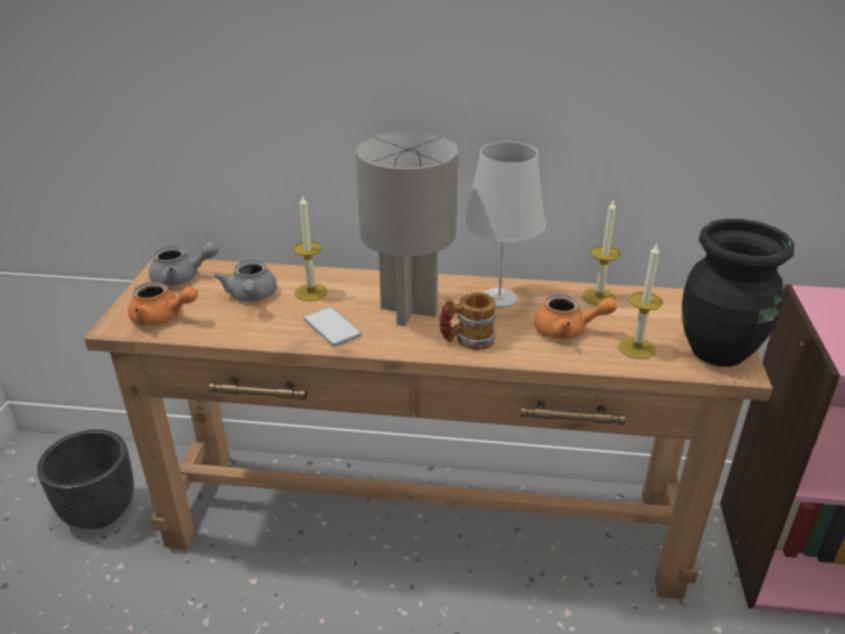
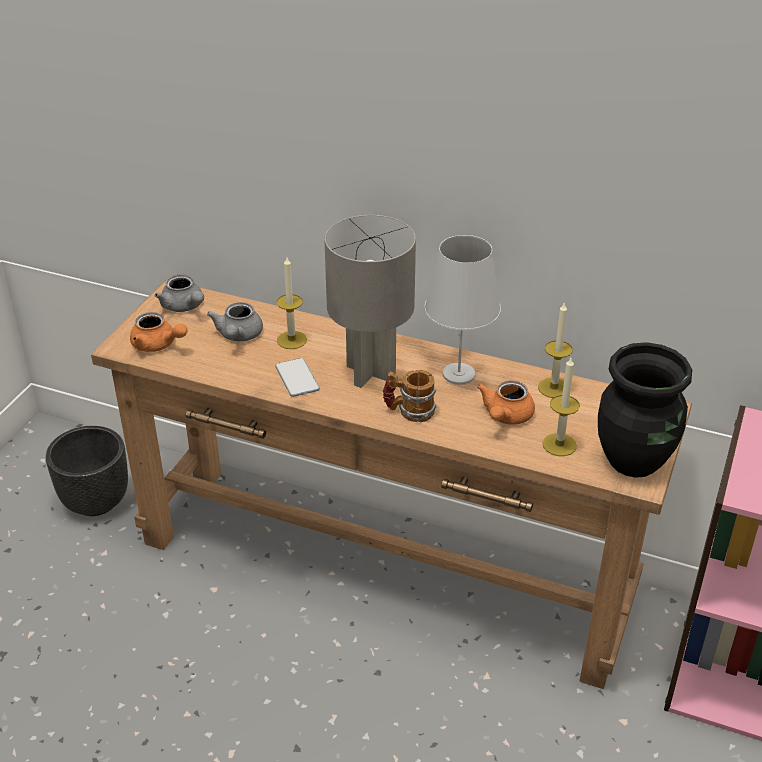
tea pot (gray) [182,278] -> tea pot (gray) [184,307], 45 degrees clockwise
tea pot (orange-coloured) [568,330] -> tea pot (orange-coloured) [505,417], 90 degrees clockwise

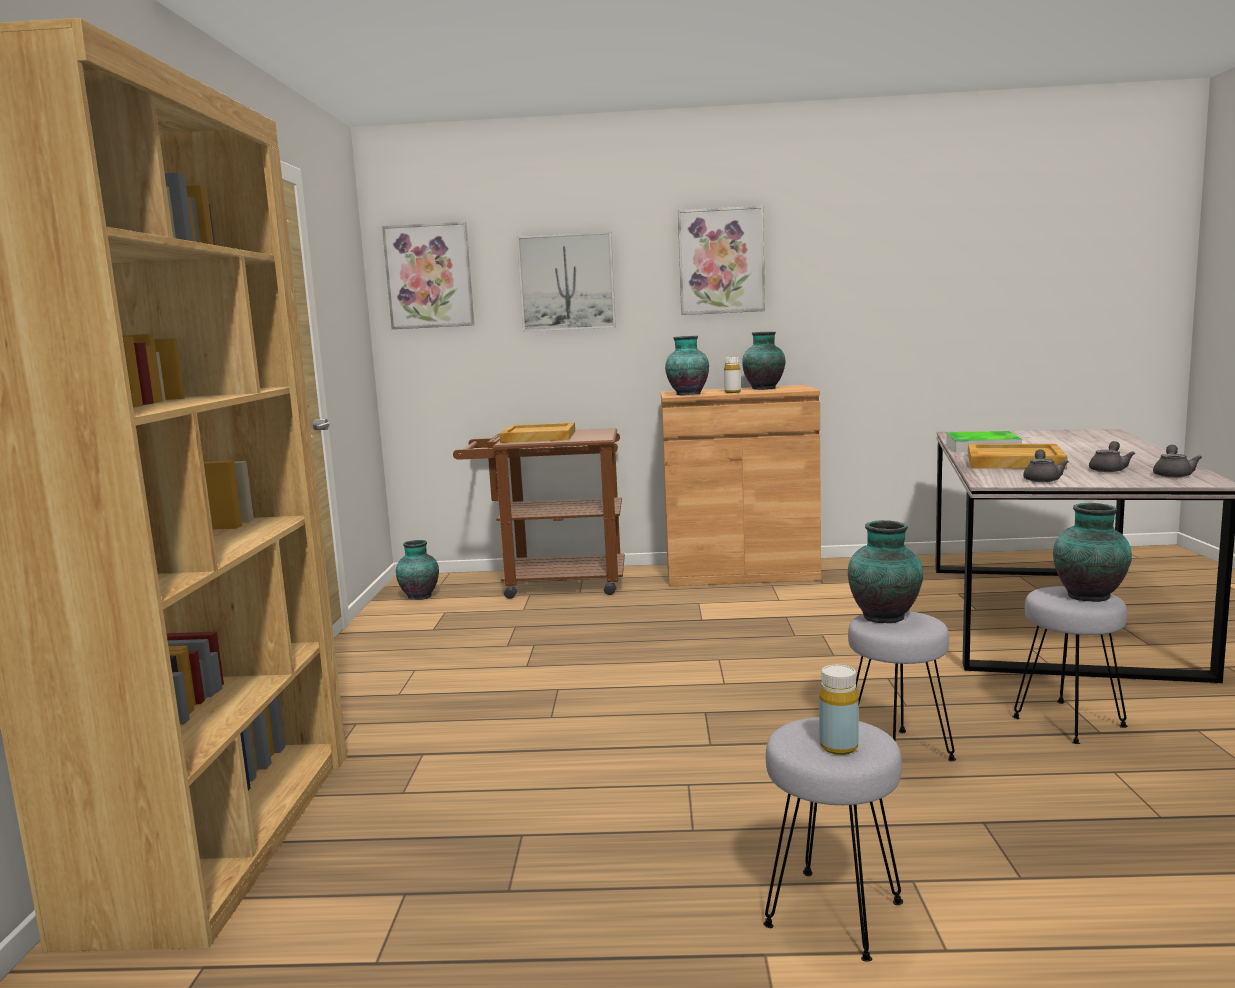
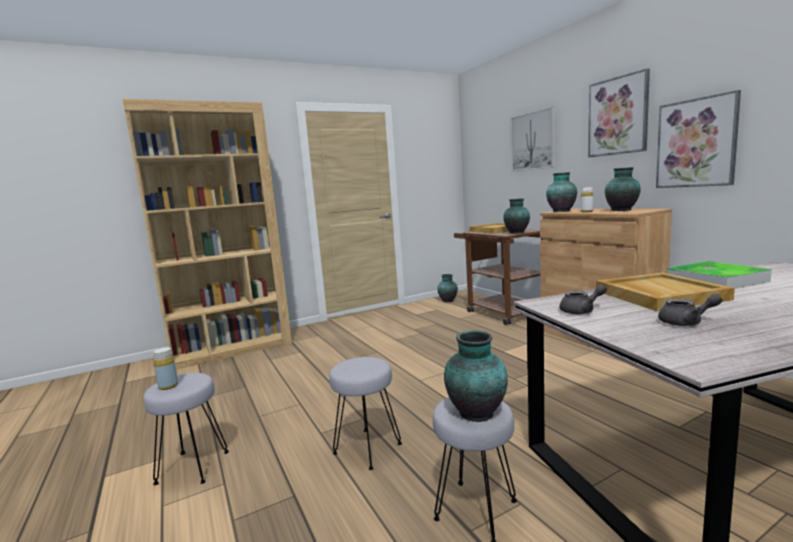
wall picture [429,276] -> wall picture [696,143], shifted
tea pot (gray) [1173,474] -> none
vase [886,617] -> vase [517,232], shifted

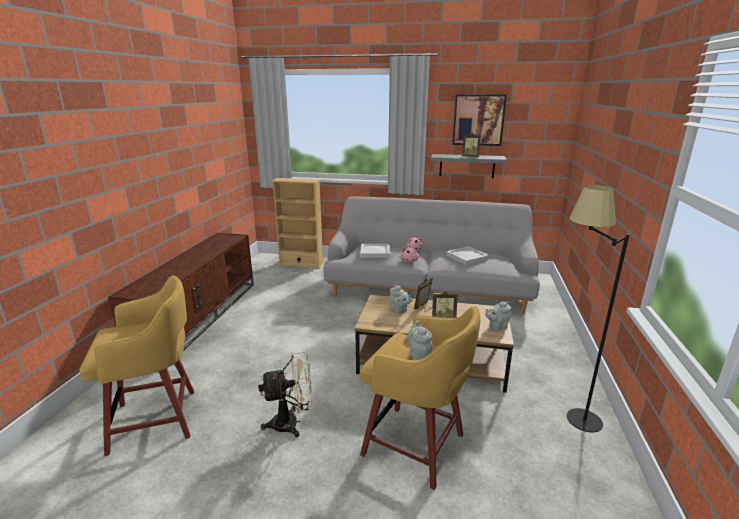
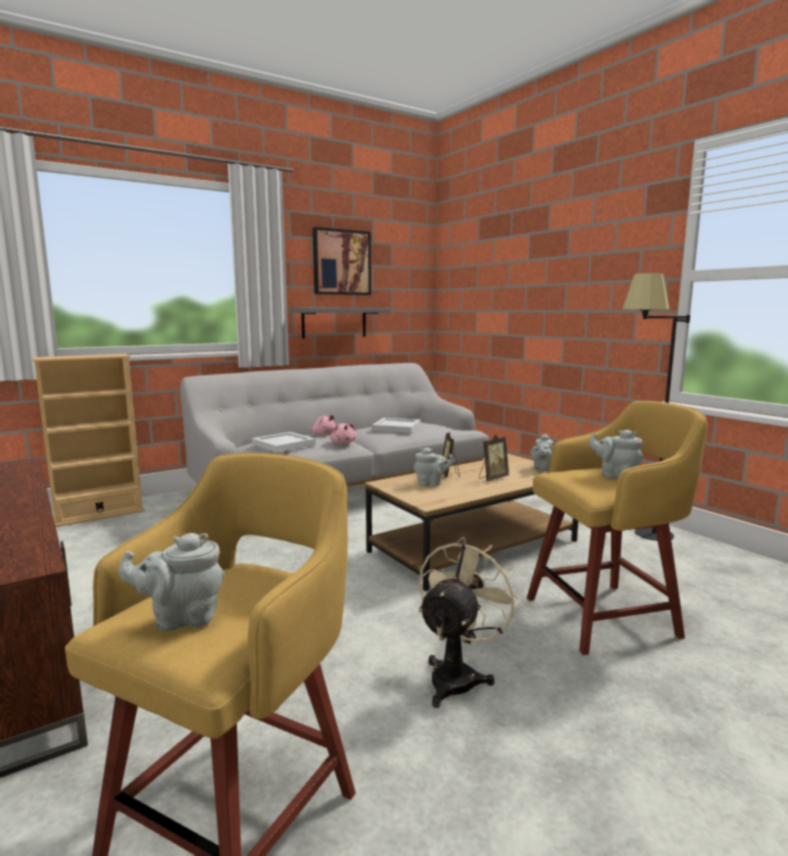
photo frame [470,157] -> none
none -> tea pot (gray) [181,618]

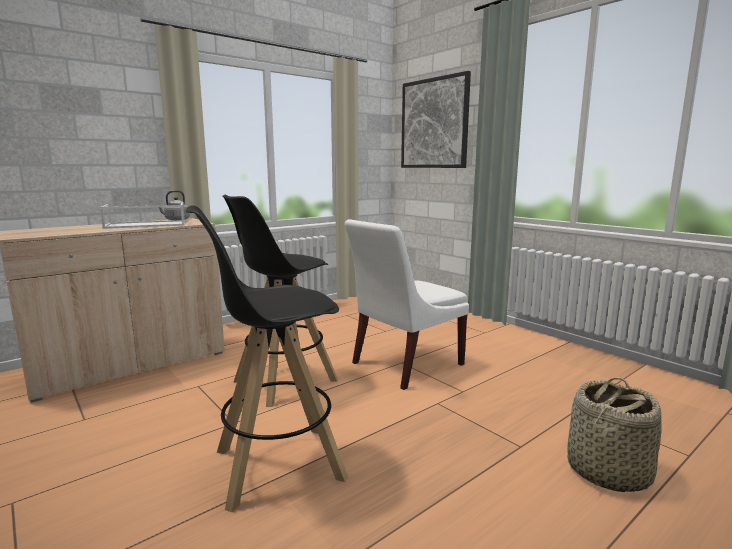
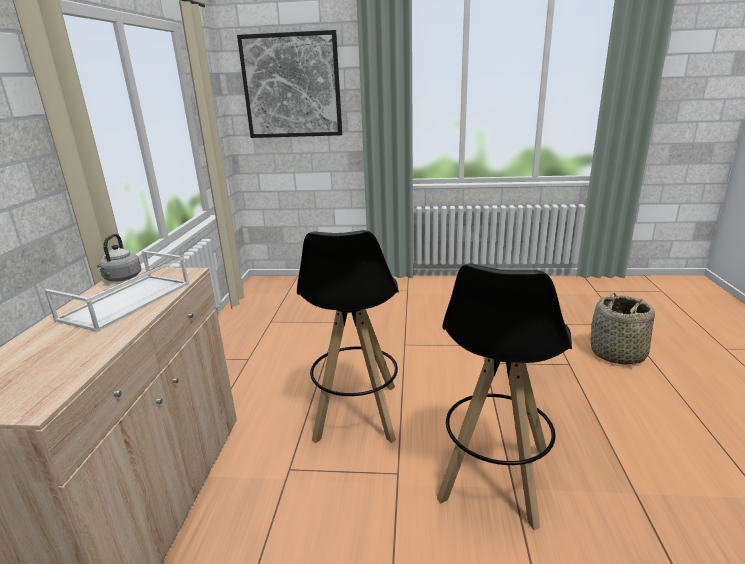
chair (white-coloured) [403,364] -> none

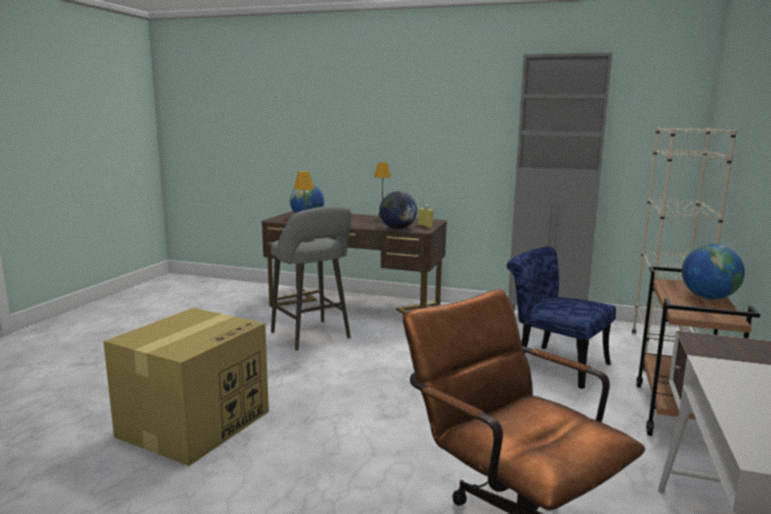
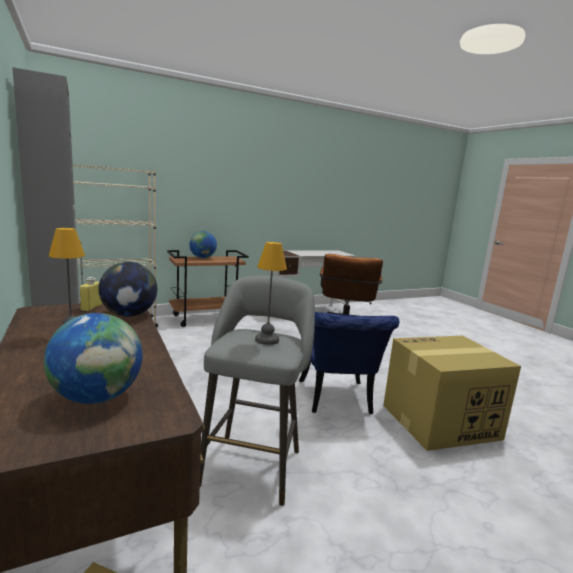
chair (blue) [553,364] -> chair (blue) [336,401], shifted

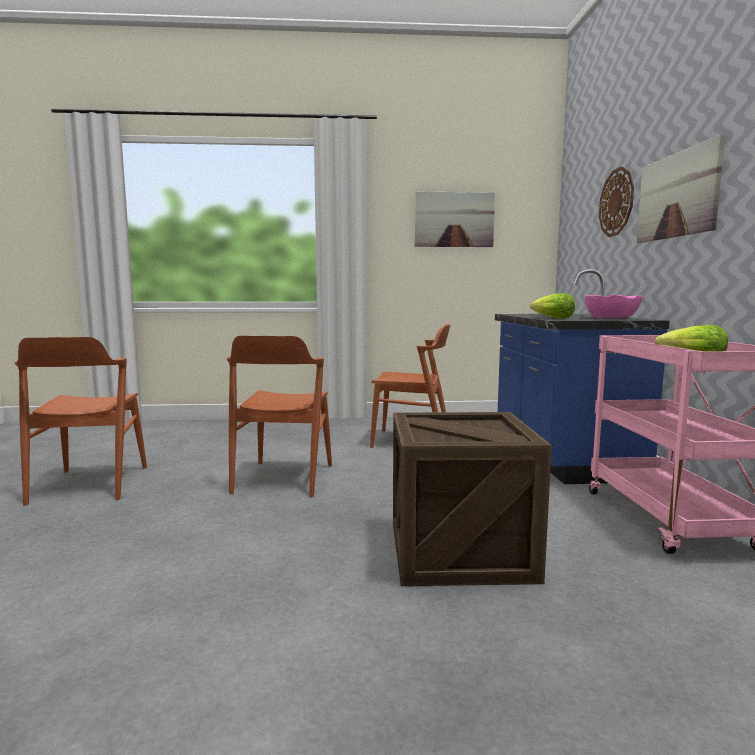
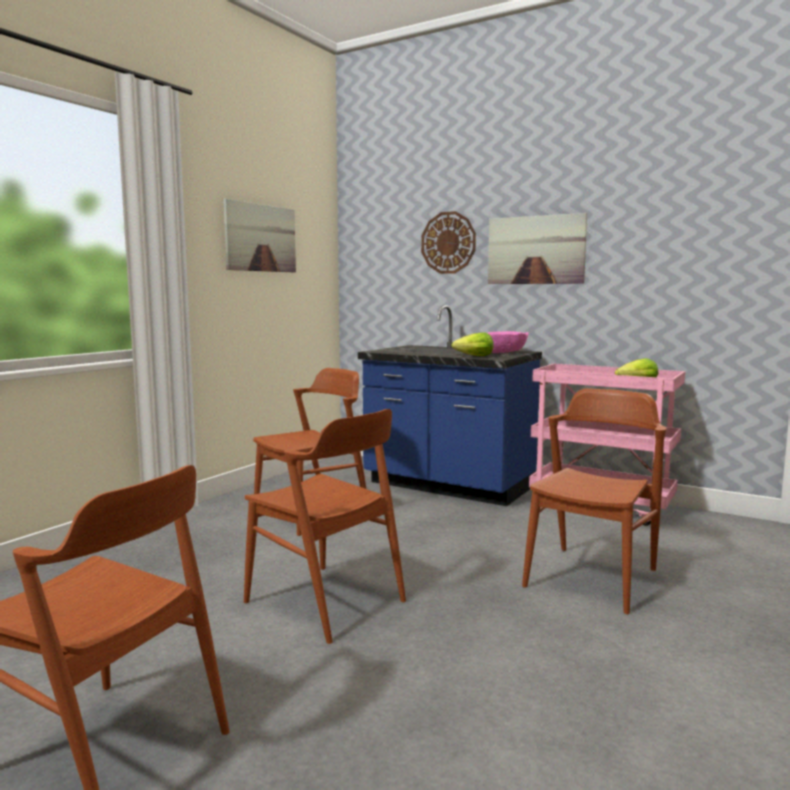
crate [459,550] -> chair (brown-coloured) [591,577]

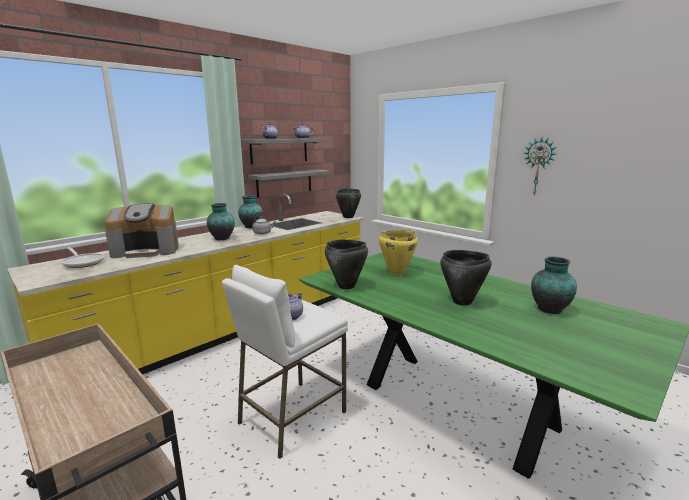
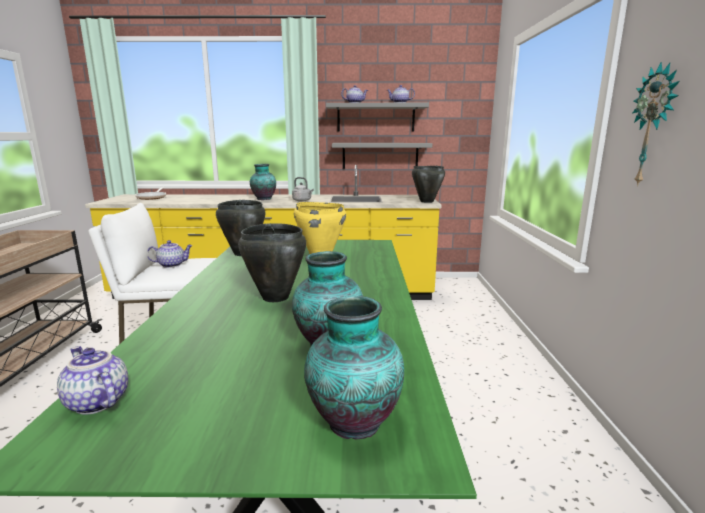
vase [251,227] -> vase [352,423], shifted
coffee brewer [147,250] -> none
none -> tea pot [95,402]

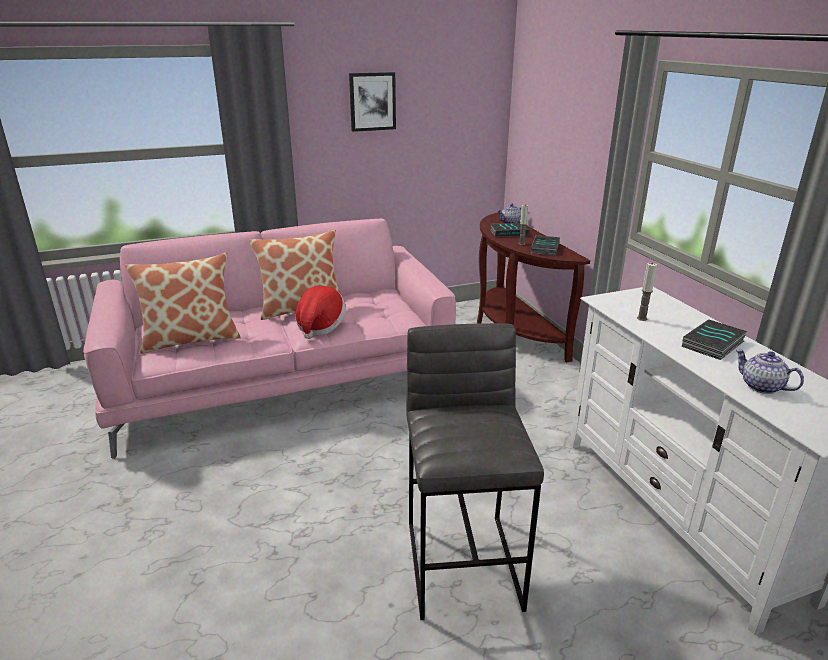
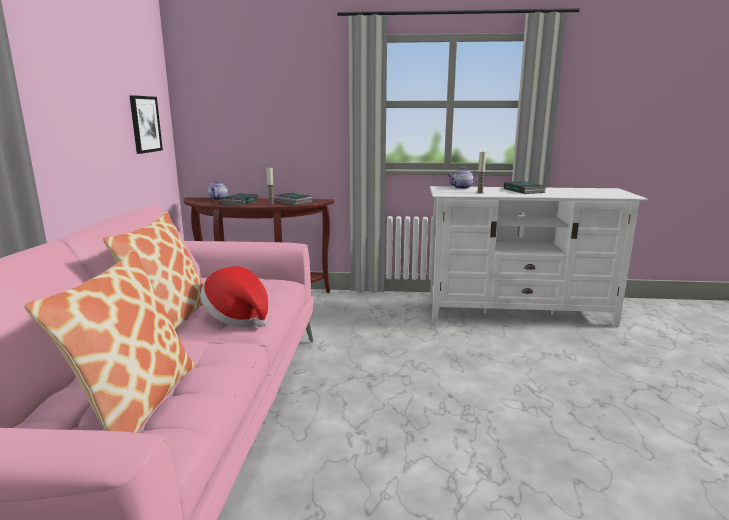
wall picture [372,101] -> wall picture [145,124], shifted
stool seat (gray) [464,563] -> none
tea pot [761,386] -> tea pot [462,187], shifted

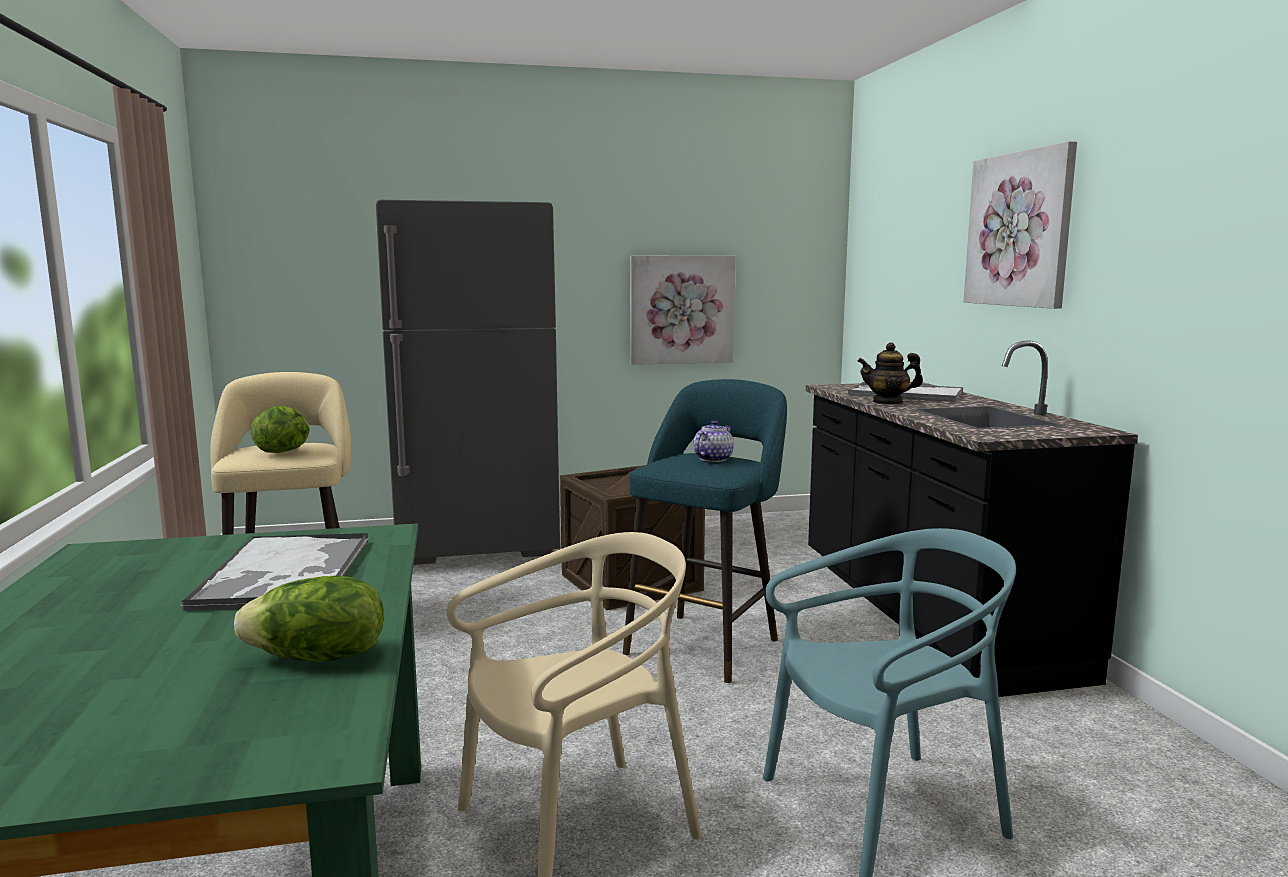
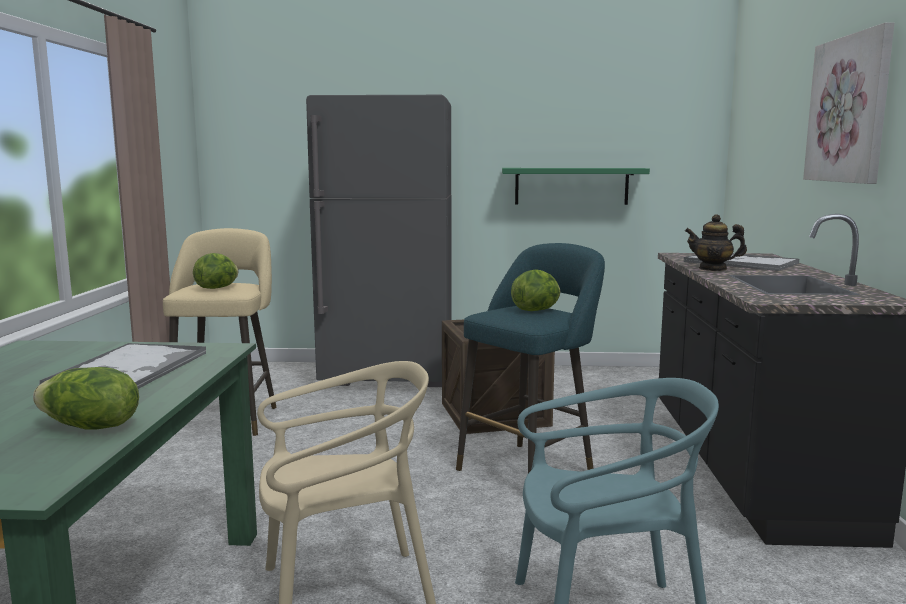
wall picture [681,309] -> wall shelf (green-coloured) [571,186]
tea pot [712,459] -> lettuce [536,310]

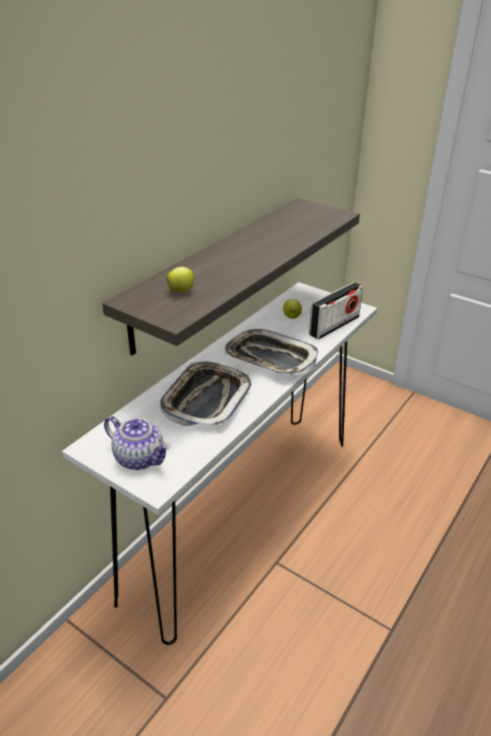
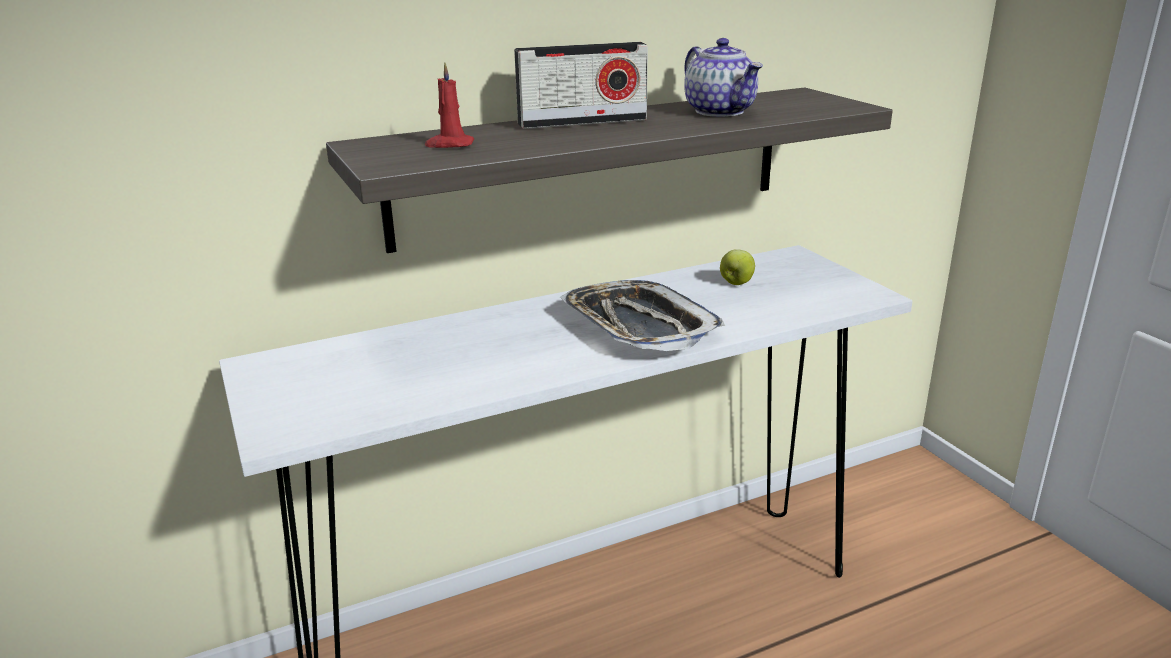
apple fruit [182,291] -> wax candle (red-coloured) [449,145]
radio receiver [334,326] -> radio receiver [582,122], shifted
carrying tray [206,399] -> none
tea pot [140,458] -> tea pot [721,111], shifted

